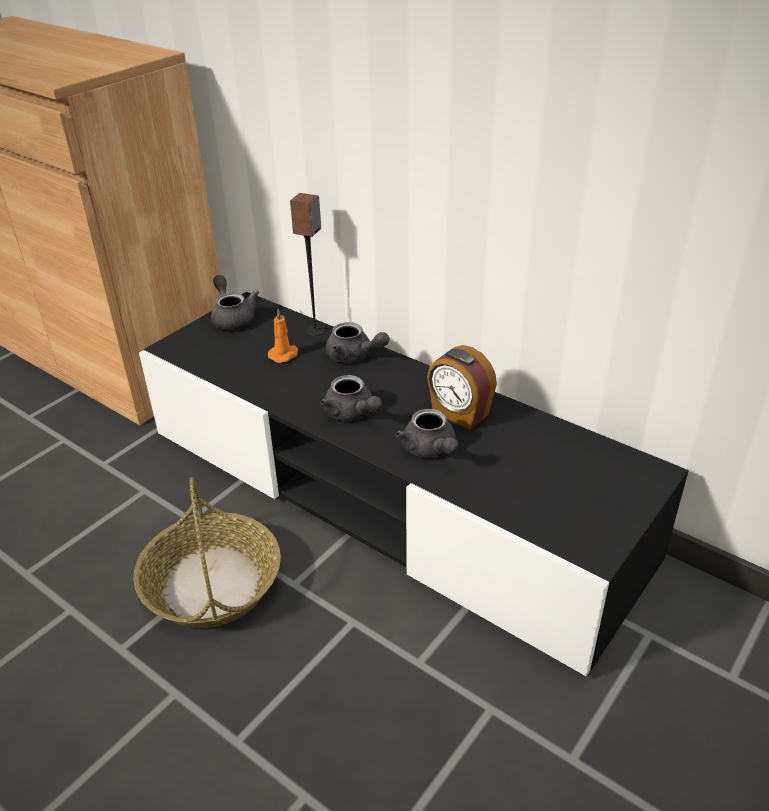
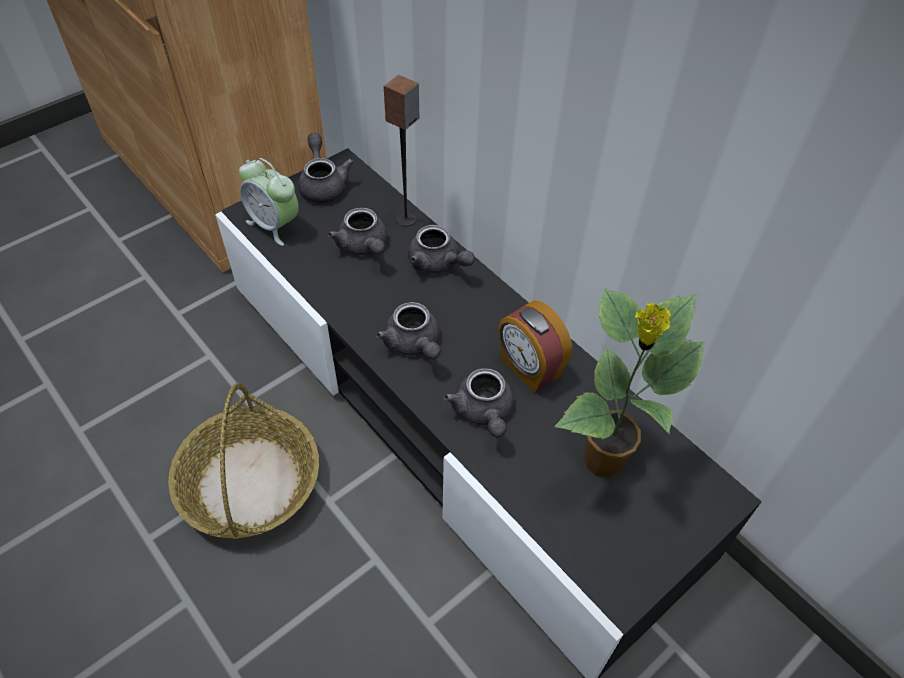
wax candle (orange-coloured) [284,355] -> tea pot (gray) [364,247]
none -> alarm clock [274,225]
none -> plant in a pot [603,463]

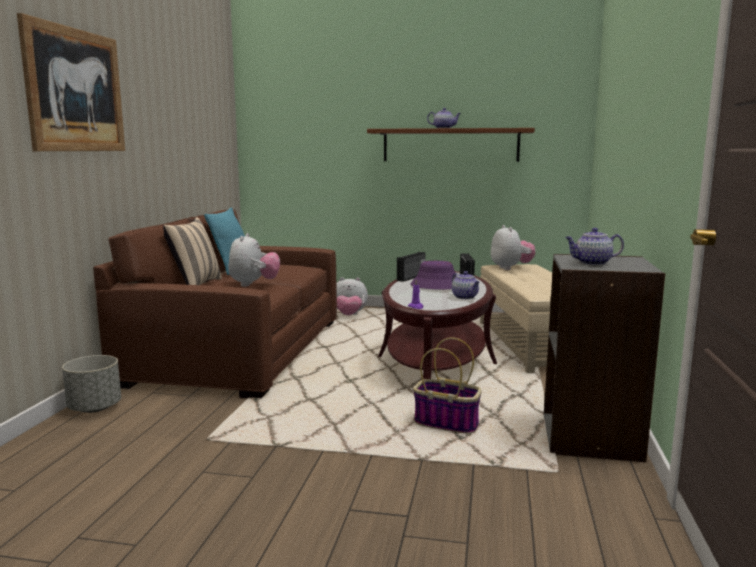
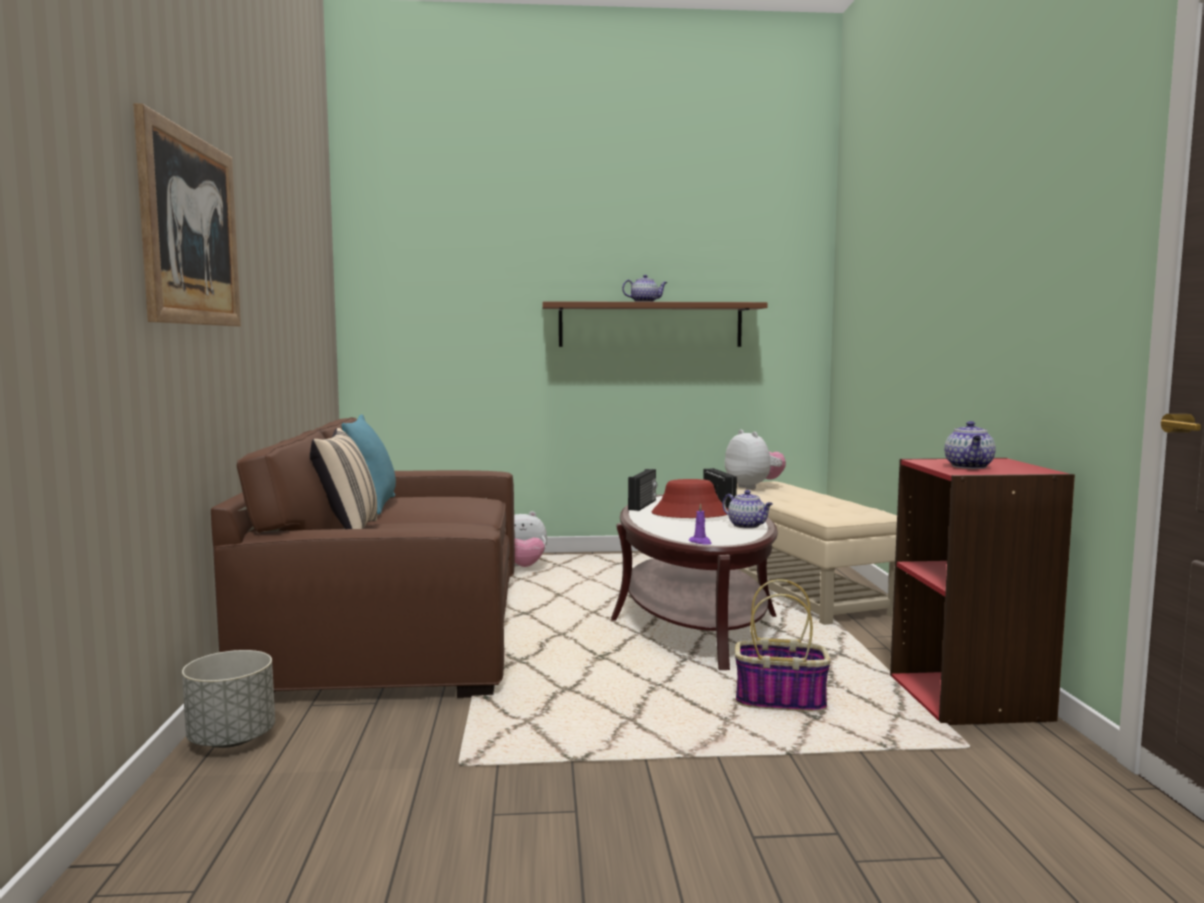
tea pot [592,263] -> tea pot [969,467], 60 degrees counterclockwise
cuddly toy [254,284] -> none
shelving unit (gray) [592,437] -> shelving unit (red-coloured) [970,698]
hat (purple-coloured) [436,286] -> hat (red-coloured) [690,514]

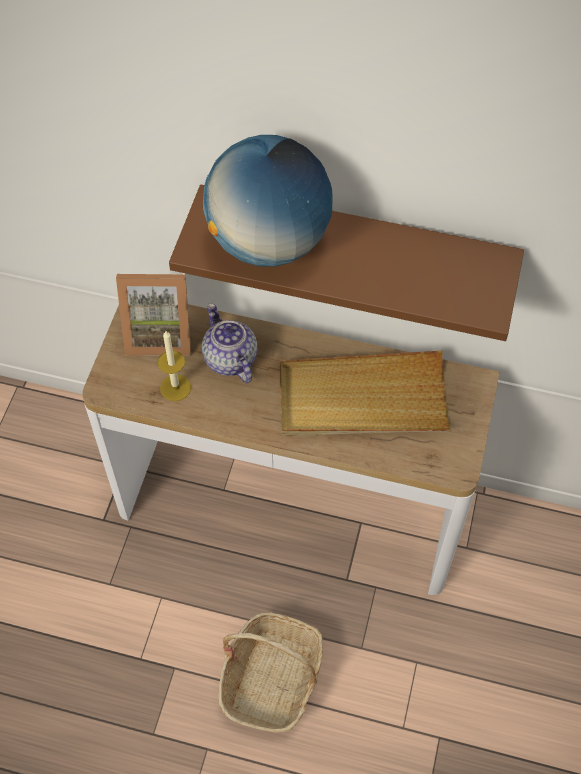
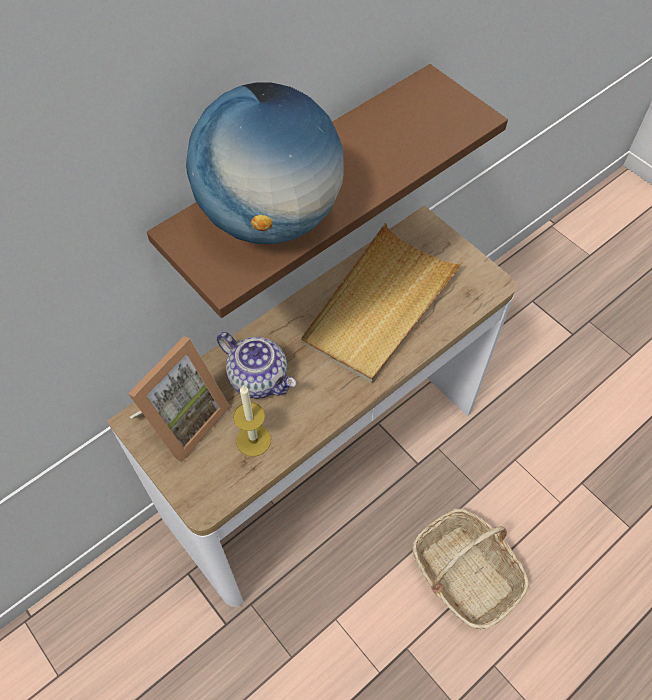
tea pot [229,359] -> tea pot [259,378], 150 degrees counterclockwise

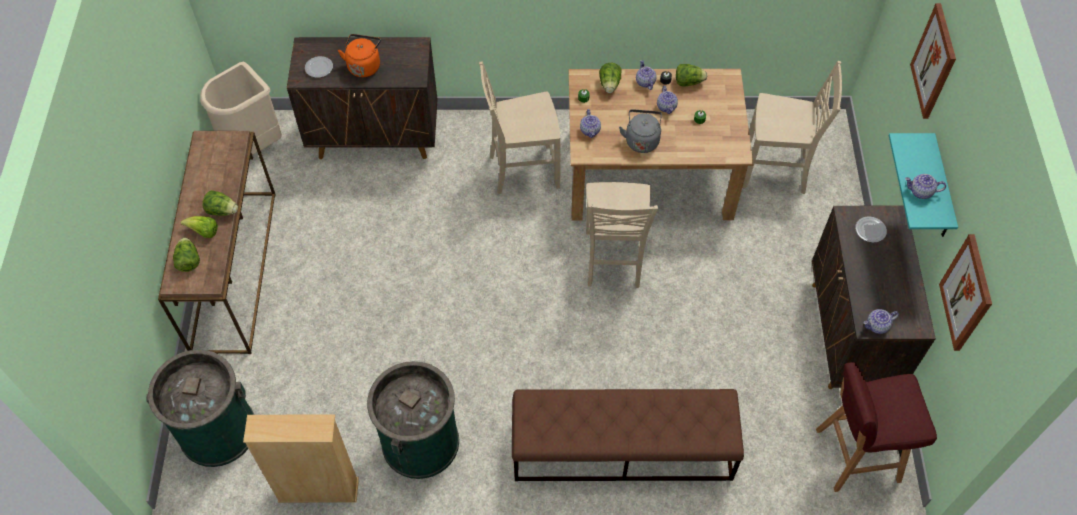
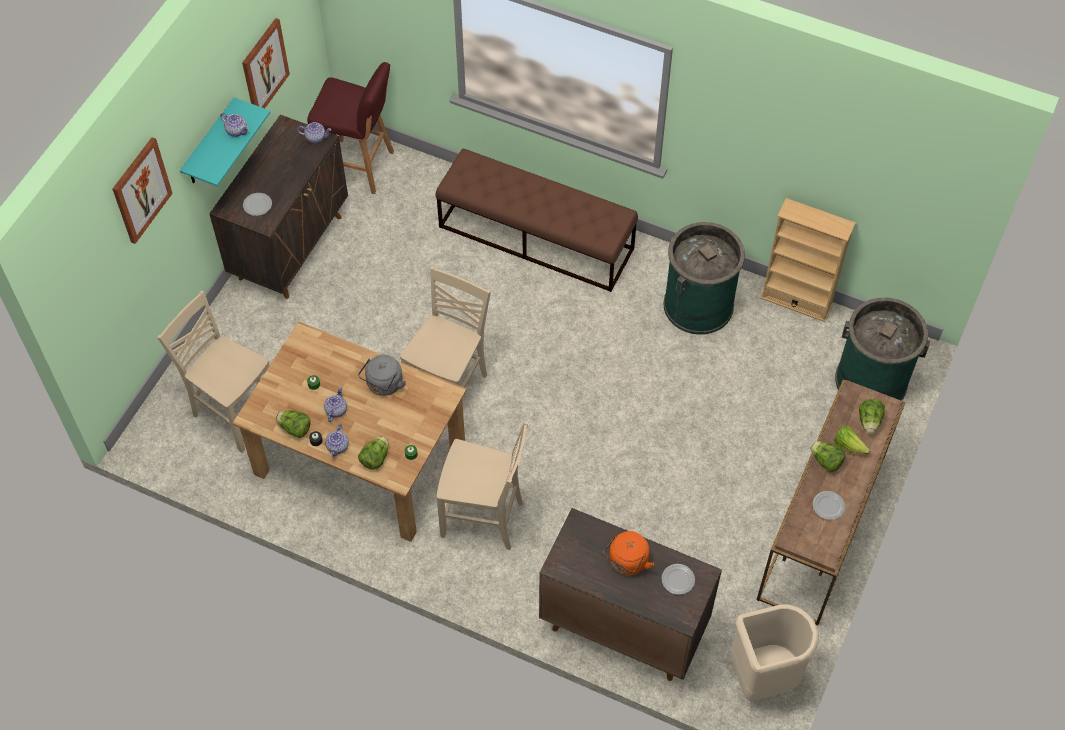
tea pot [590,130] -> none
none -> flat dish [828,506]

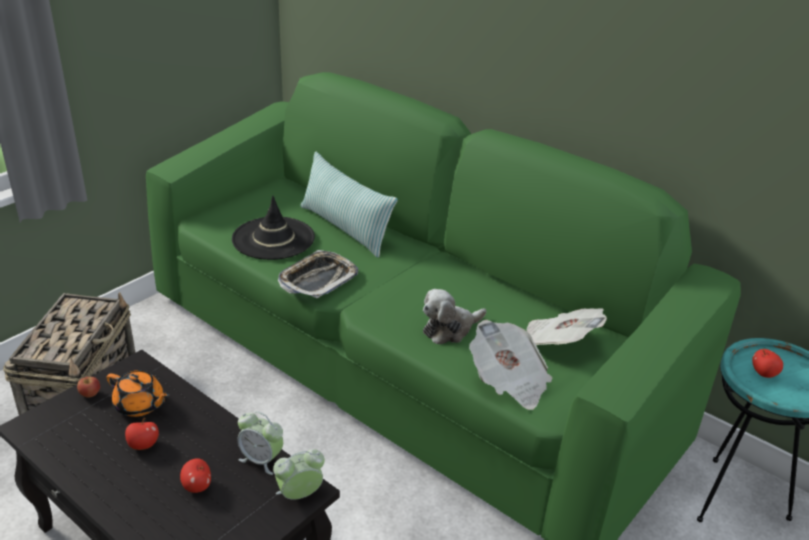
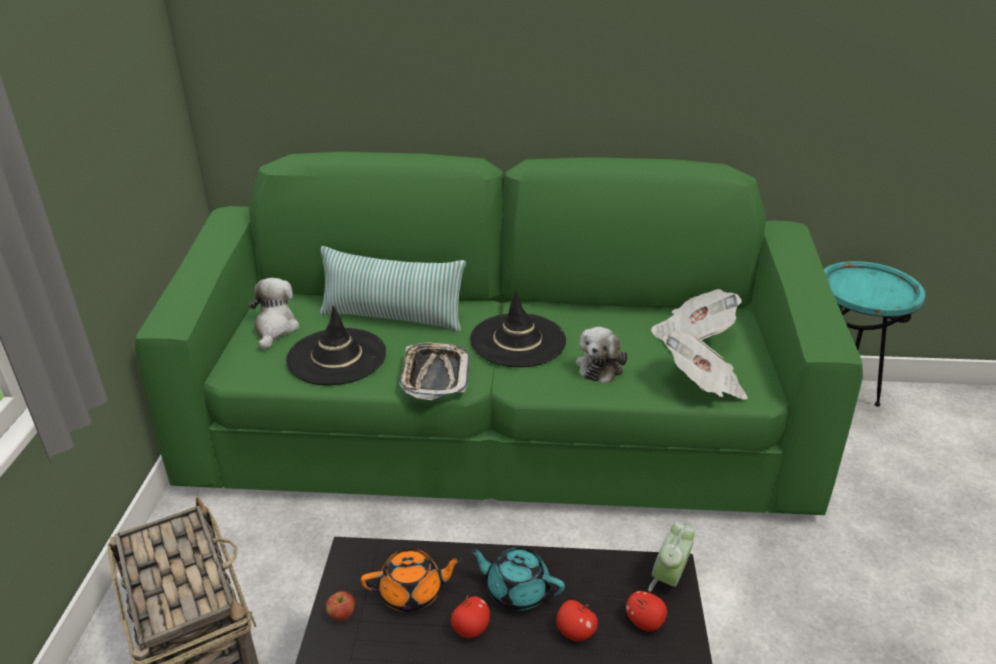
apple fruit [764,373] -> apple fruit [645,622], shifted
alarm clock [261,460] -> none
none -> cuddly toy [275,329]
none -> hat (blackish) [518,340]
none -> tea pot (turquoise-coloured) [517,590]

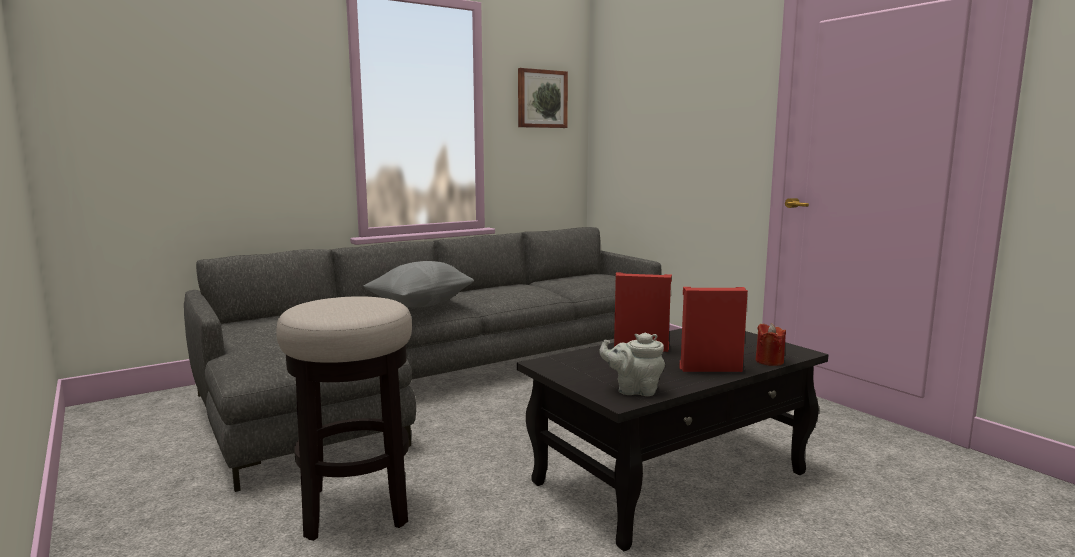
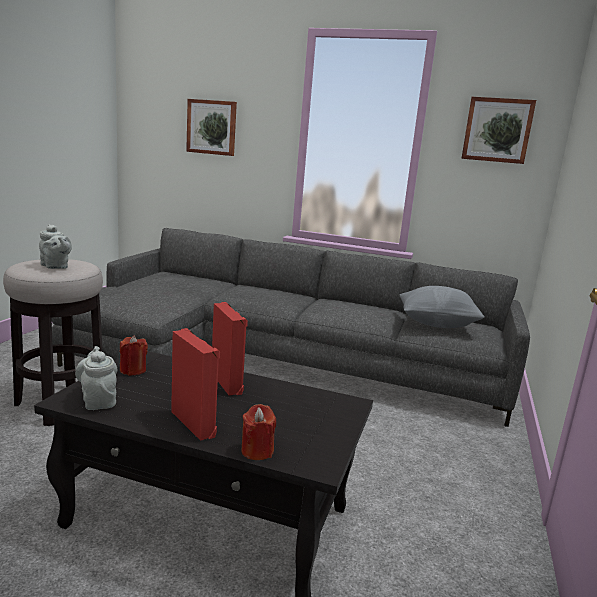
throw pillow (gray) [420,305] -> throw pillow (gray) [437,324], shifted
none -> wall picture [212,127]
none -> tea pot (gray) [55,267]
none -> wax candle (red-coloured) [133,370]

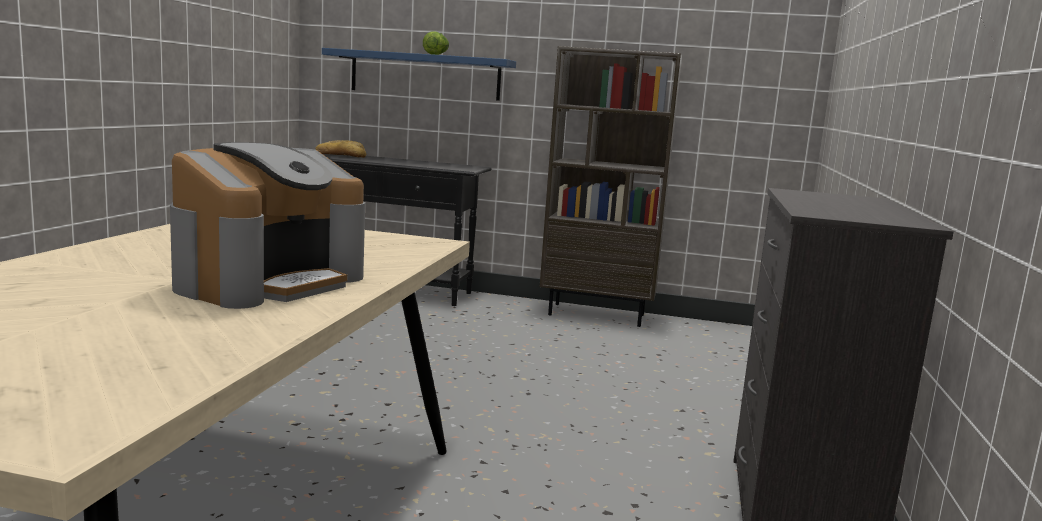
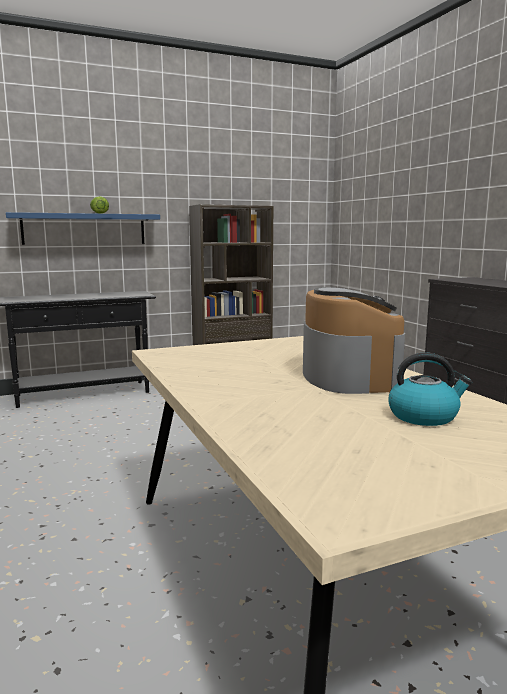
bakery bread [341,156] -> none
none -> tea kettle [424,416]

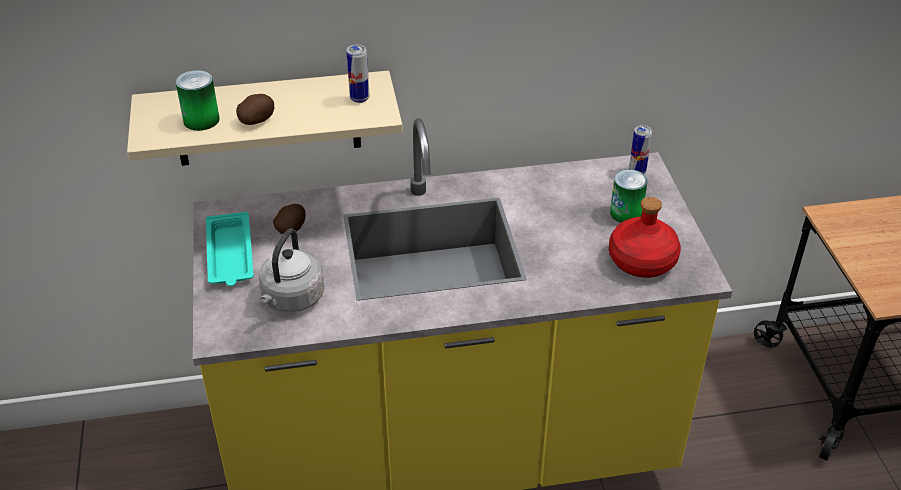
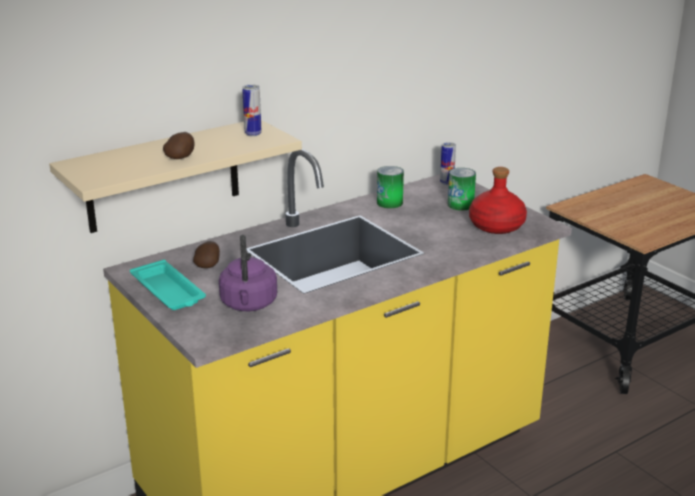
sealed can [201,120] -> sealed can [389,203], shifted
tea kettle (gray) [291,299] -> tea kettle (purple-coloured) [249,305]

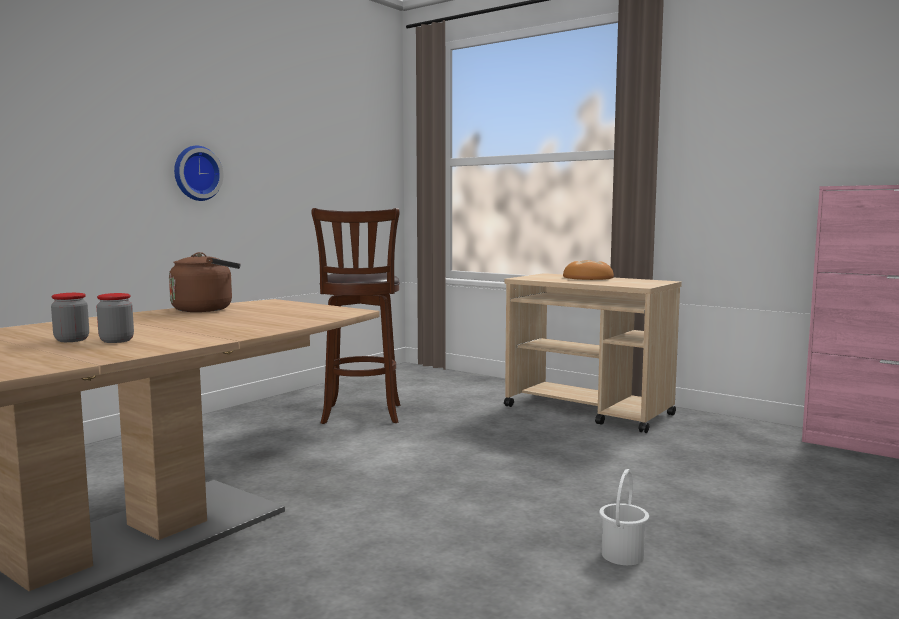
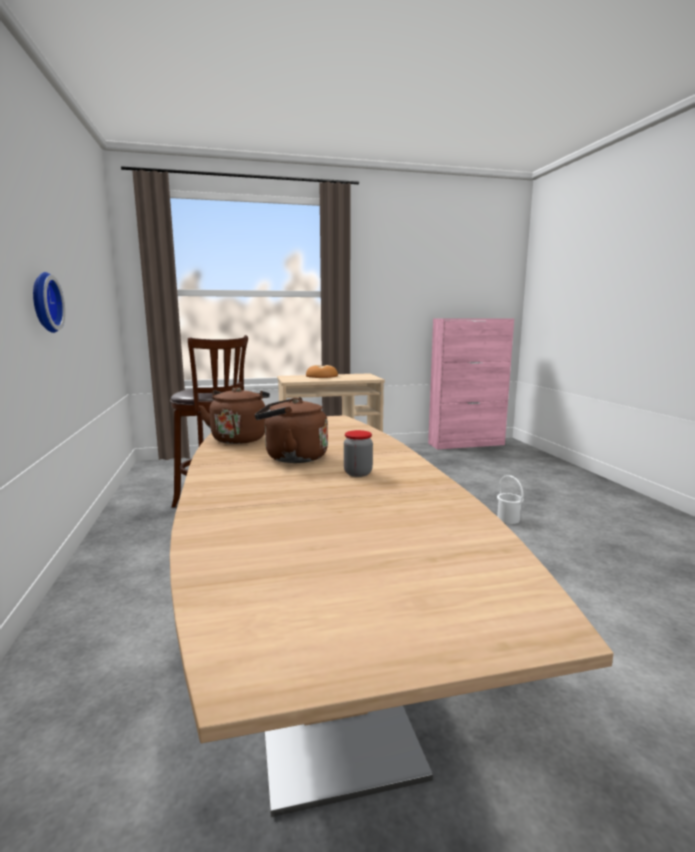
preserve jar [72,340] -> none
none -> tea kettle (brown-coloured) [292,457]

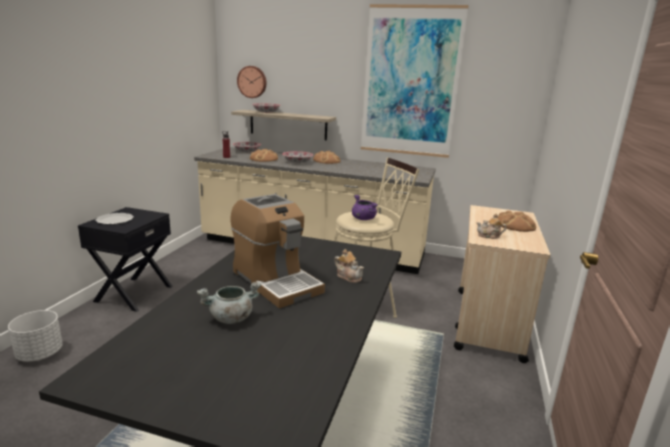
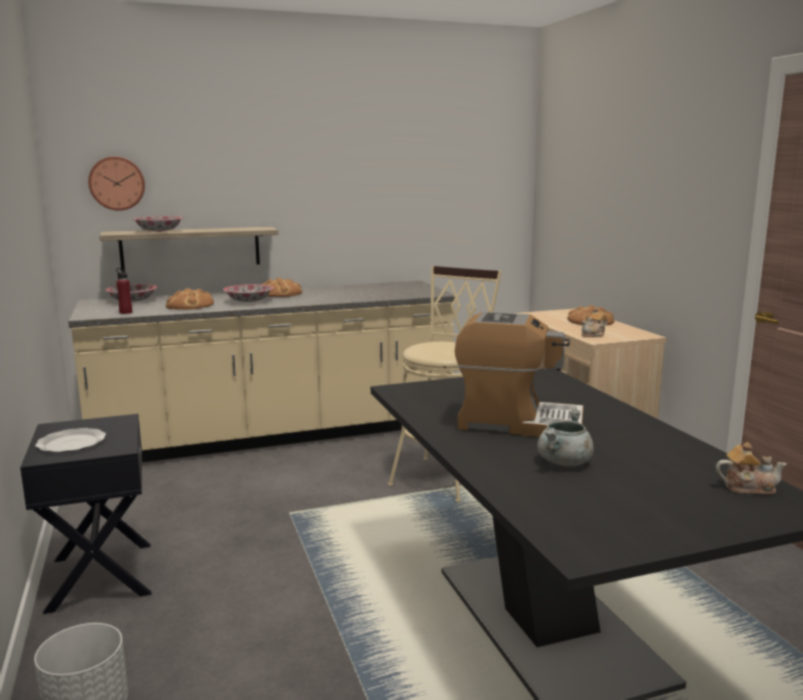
wall picture [410,82] -> none
saucepot (purple-coloured) [363,219] -> none
tea pot [349,276] -> tea pot [748,488], shifted

